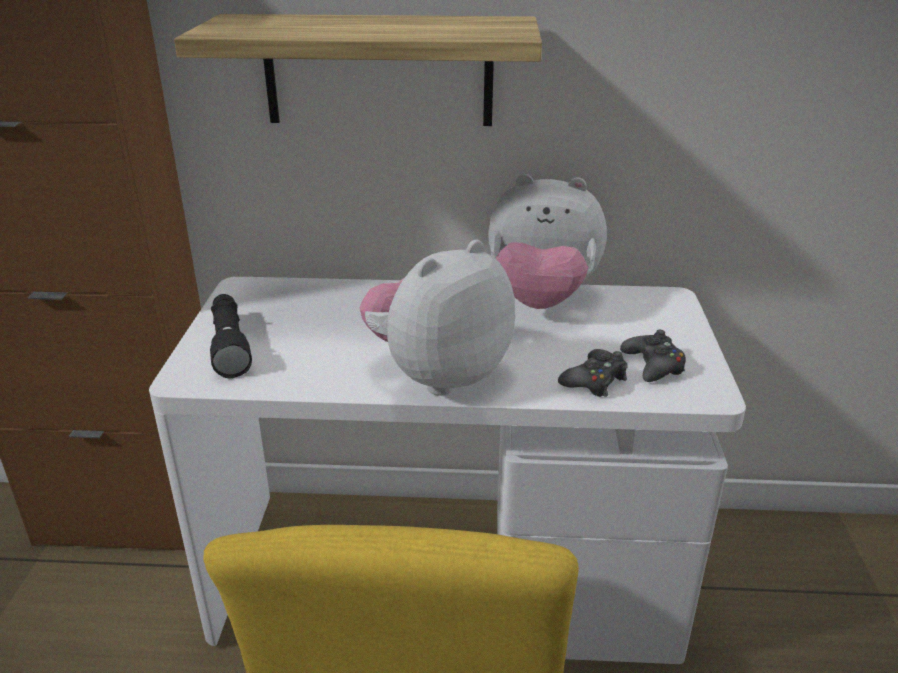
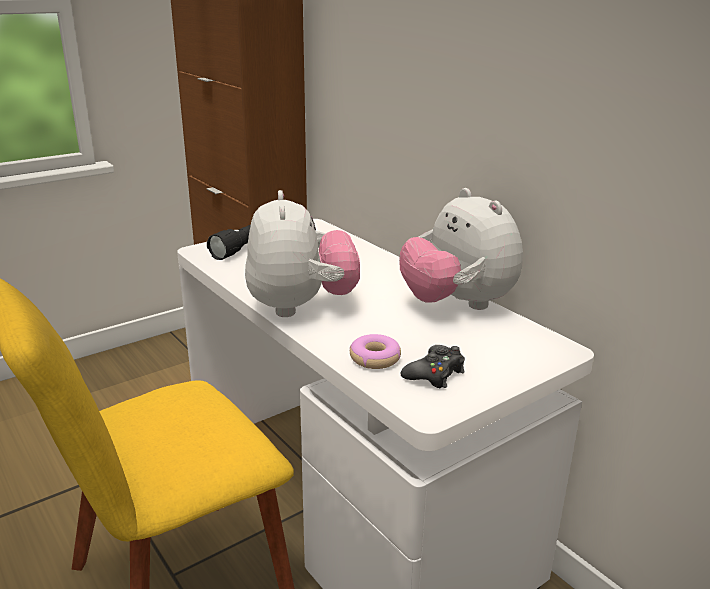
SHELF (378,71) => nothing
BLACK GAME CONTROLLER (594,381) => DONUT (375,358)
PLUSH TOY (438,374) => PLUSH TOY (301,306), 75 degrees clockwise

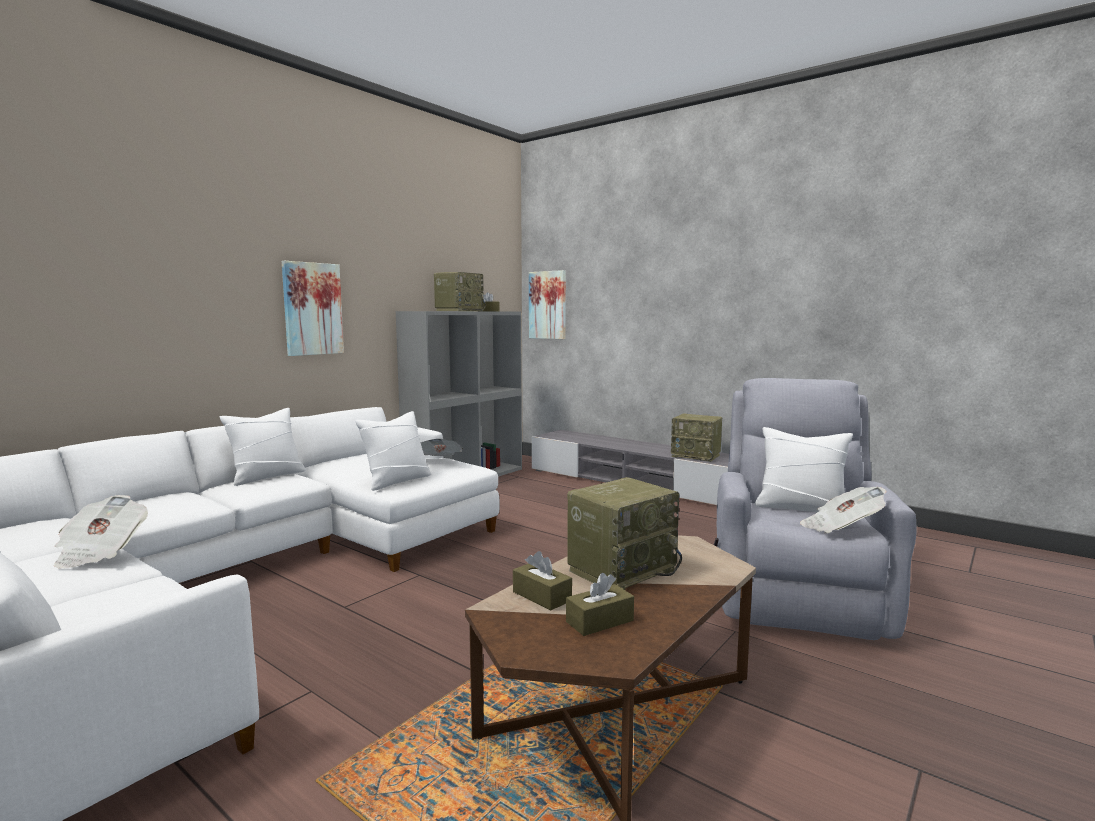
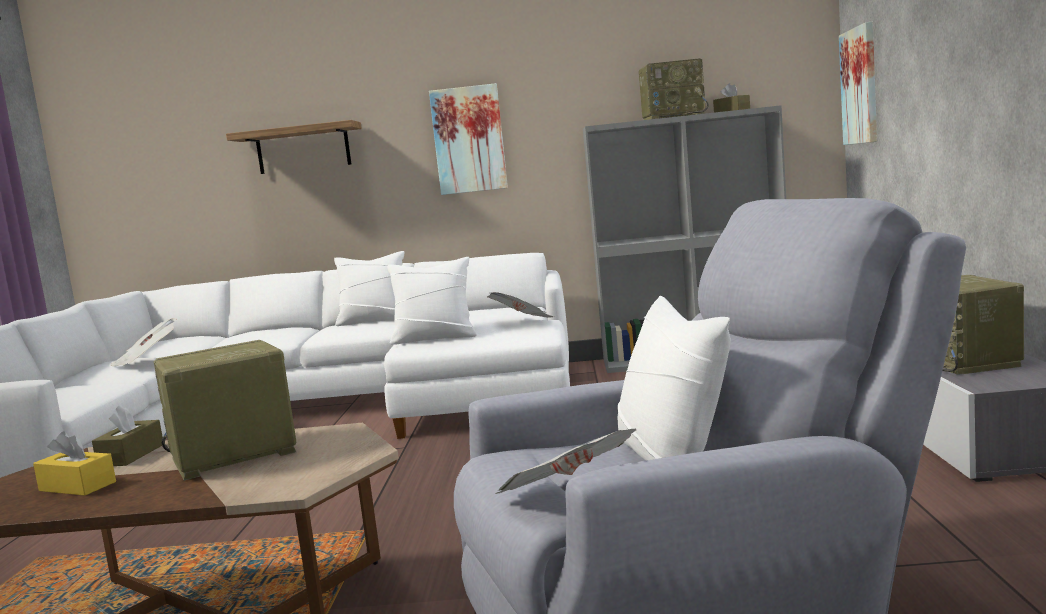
nothing => SHELF (303,149)
BROWN TISSUE BOX (599,621) => YELLOW TISSUE BOX (77,486)
RADIO (622,570) => RADIO (231,456), 135 degrees clockwise

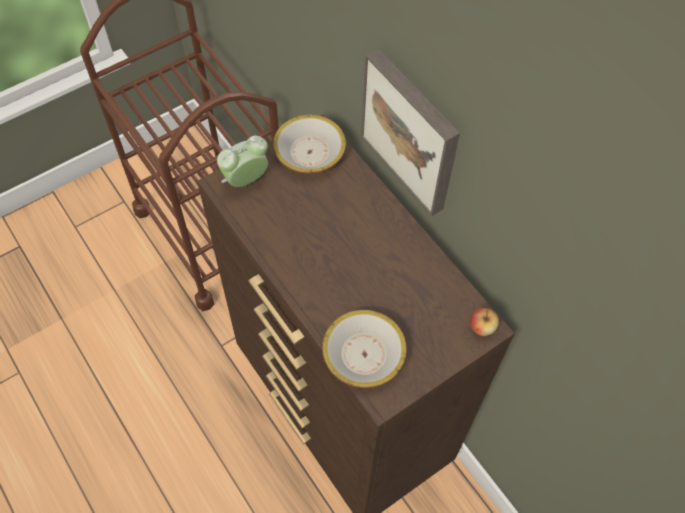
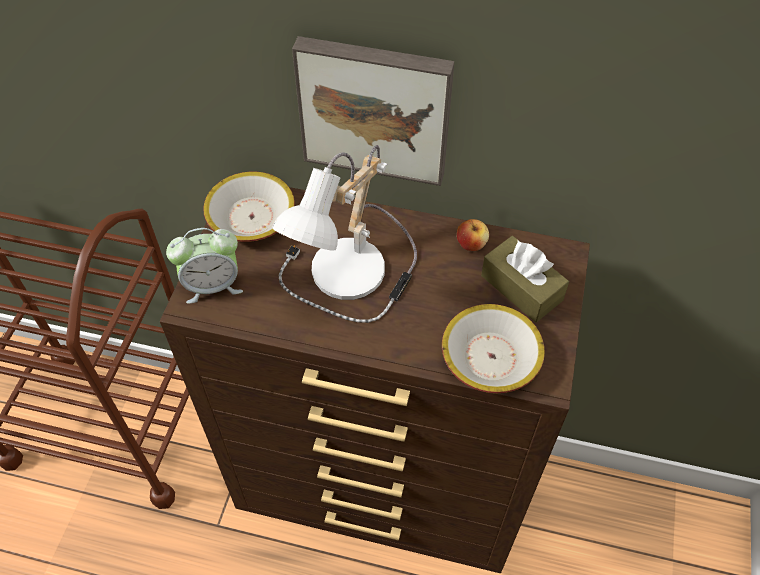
nothing => TABLE LAMP (352,276)
nothing => BROWN TISSUE BOX (521,288)
APPLE (482,327) => APPLE (471,244), relocated
ALARM CLOCK (246,180) => ALARM CLOCK (212,285), 120 degrees counterclockwise

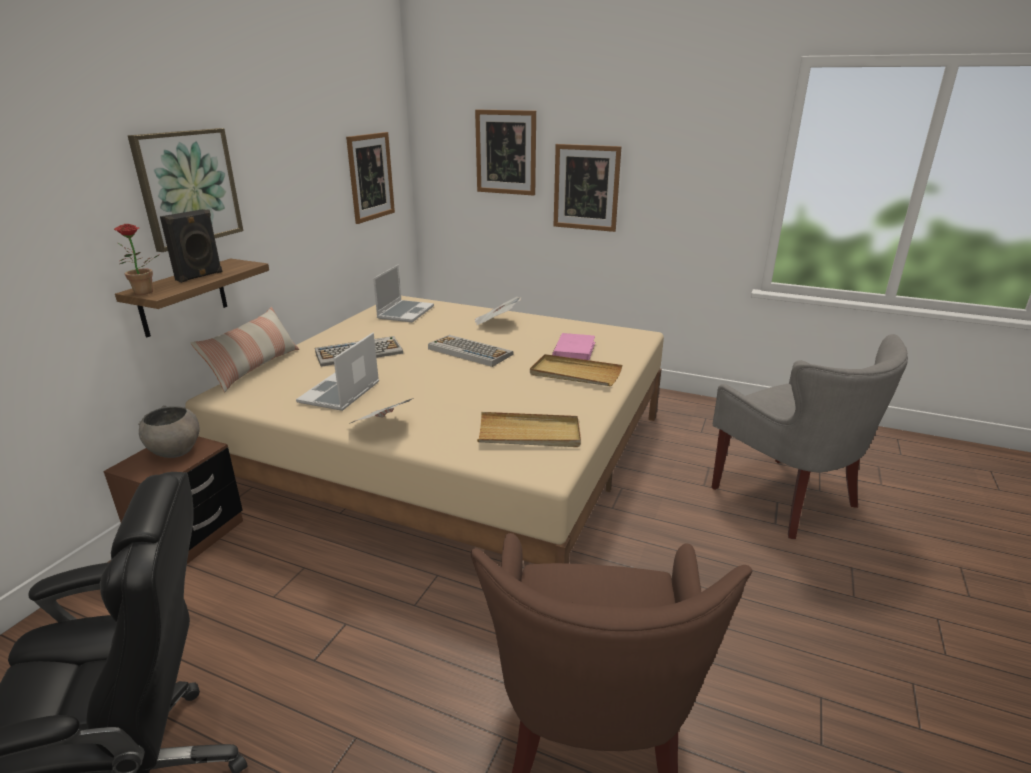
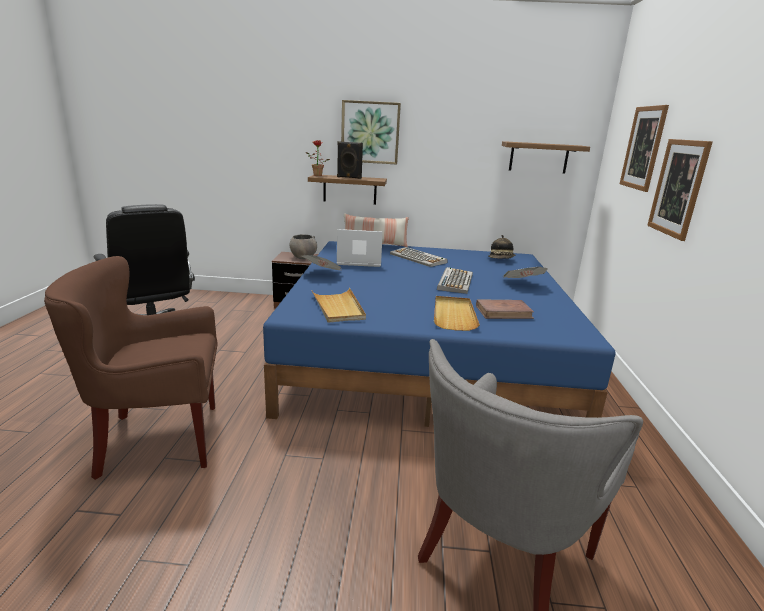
PICTURE (370,177) => SHELF (538,157)
LAPTOP (405,312) => HAT (501,259)
BEIGE BED (457,453) => BLUE BED (426,354)
PINK BOOK (574,350) => BROWN BOOK (504,312)

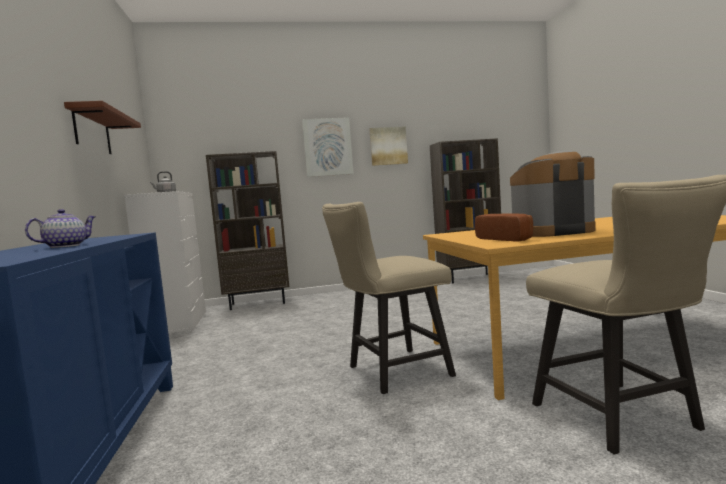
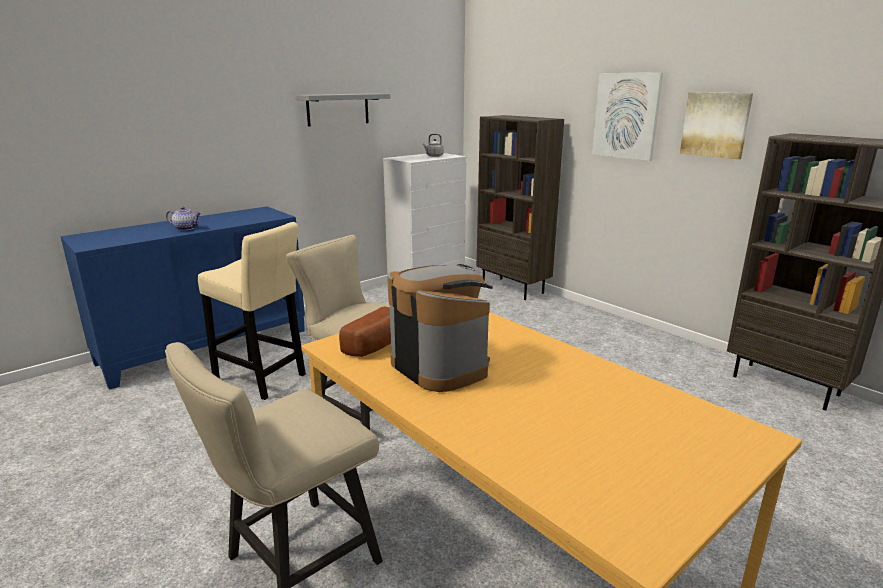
nothing => BEIGE STOOL (262,379)
BROWN SHELF (92,132) => GREY SHELF (338,109)

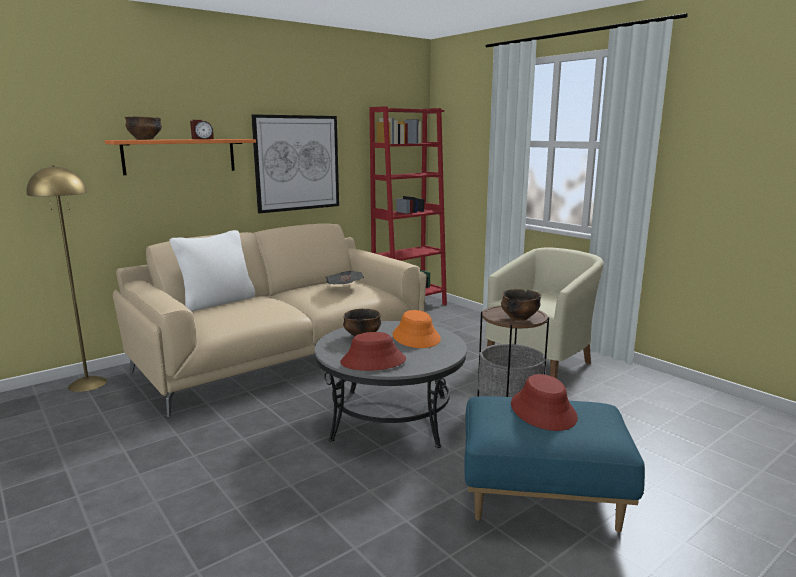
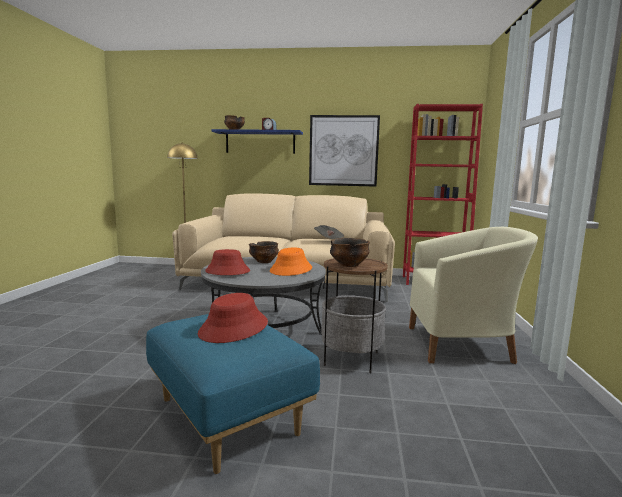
WHITE PILLOW (217,302) => nothing
ORANGE SHELF (180,156) => BLUE SHELF (260,142)

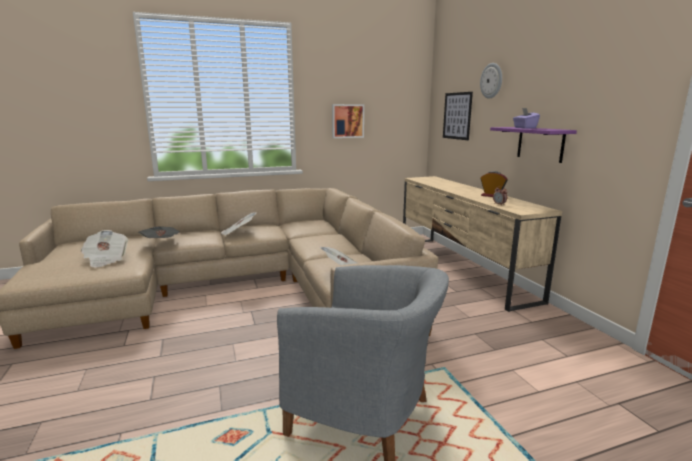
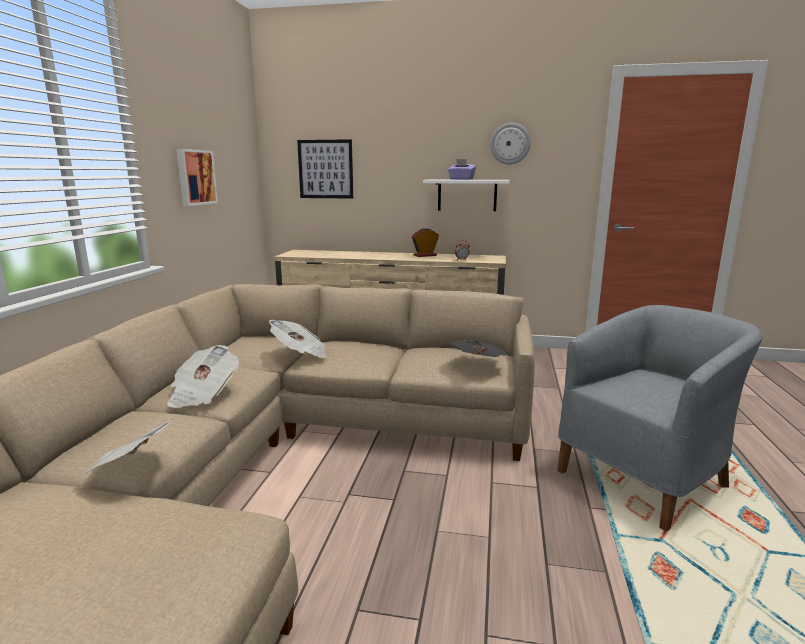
NEWSPAPER (106,259) => NEWSPAPER (300,353), relocated
WALL CLOCK (491,80) => WALL CLOCK (510,143), relocated
PURPLE SHELF (540,144) => WHITE SHELF (467,195)

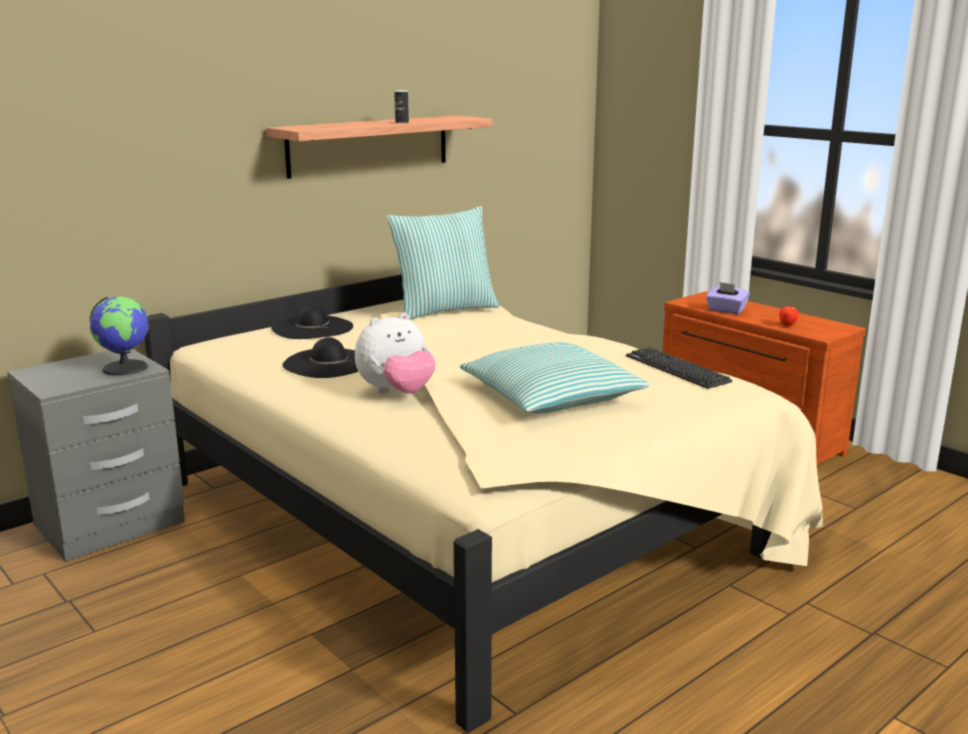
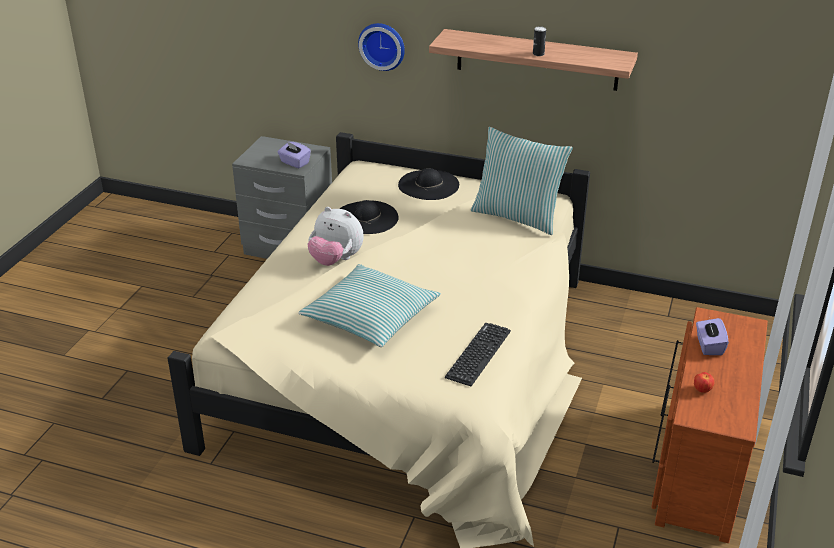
nothing => WALL CLOCK (383,45)
GLOBE (125,368) => PURPLE TISSUE BOX (294,163)

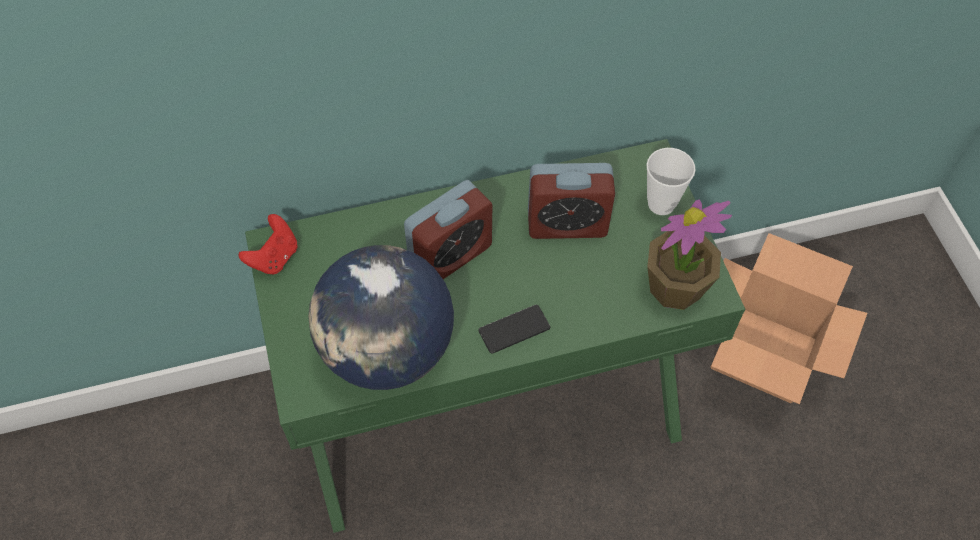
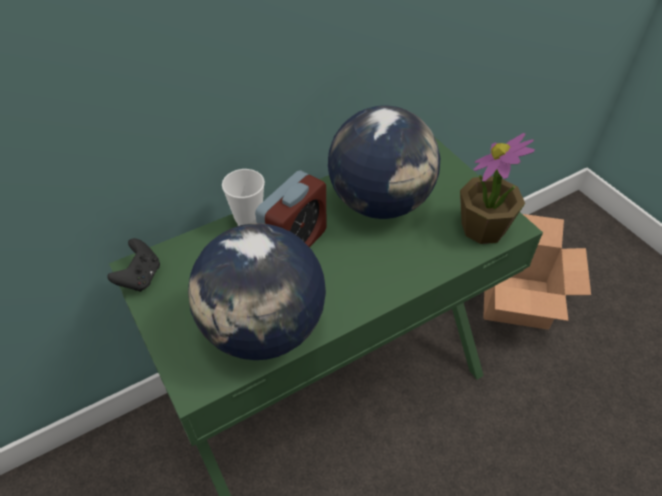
PHONE (514,329) => nothing
CUP (661,204) => CUP (249,222), relocated
ALARM CLOCK (567,224) => GLOBE (380,202)
RED GAME CONTROLLER (274,257) => BLACK GAME CONTROLLER (140,277)

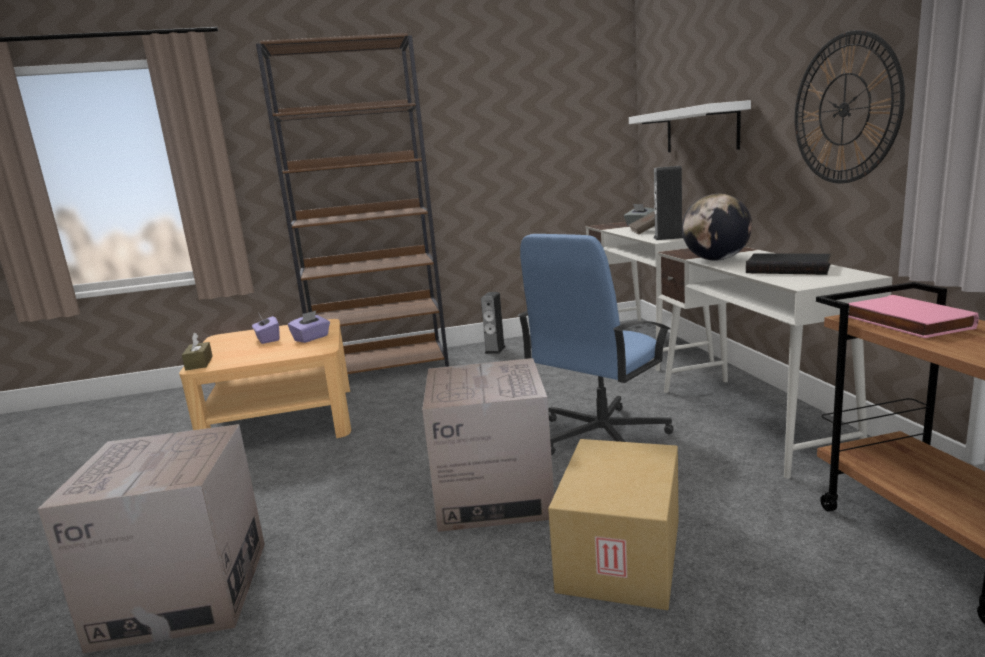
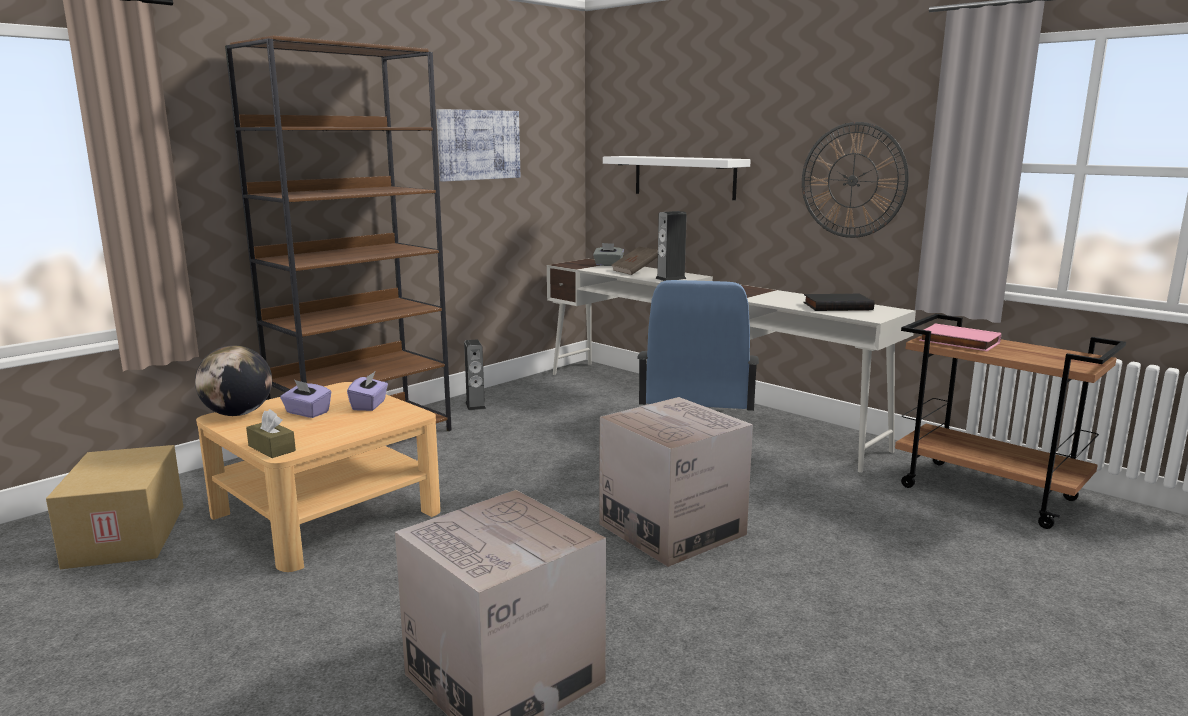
nothing => PICTURE (478,145)
CARDBOARD BOX (623,555) => CARDBOARD BOX (128,536), relocated
GLOBE (715,259) => GLOBE (238,414), relocated

